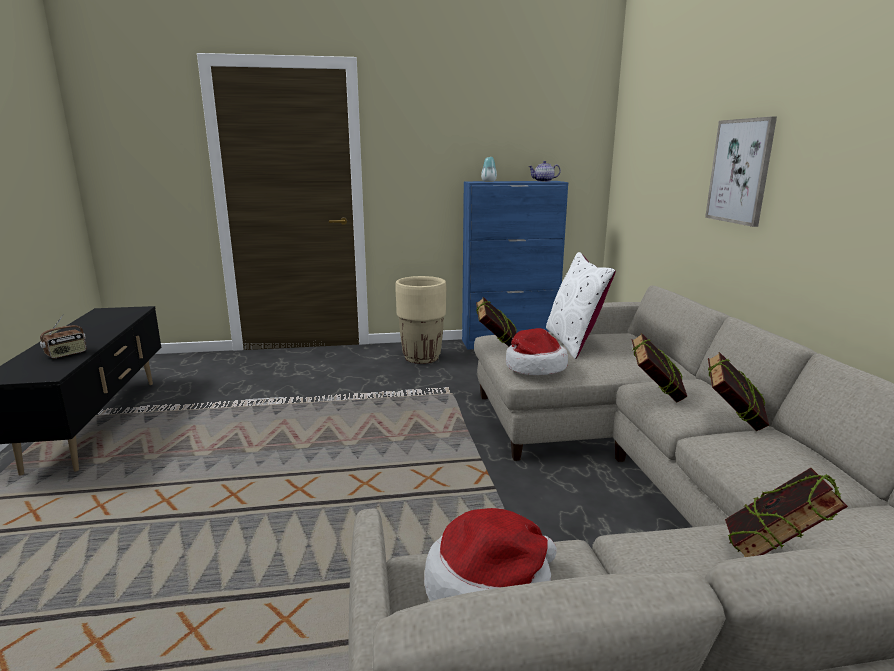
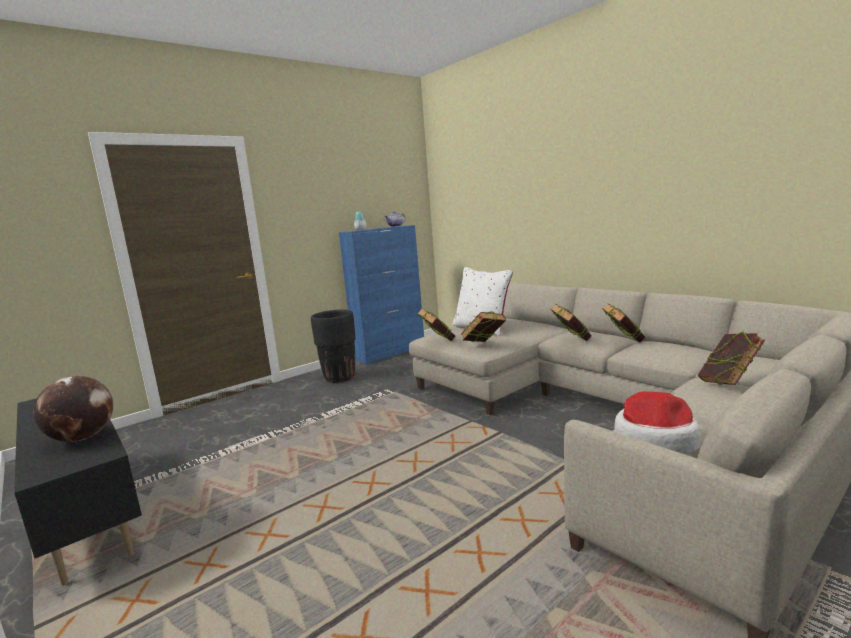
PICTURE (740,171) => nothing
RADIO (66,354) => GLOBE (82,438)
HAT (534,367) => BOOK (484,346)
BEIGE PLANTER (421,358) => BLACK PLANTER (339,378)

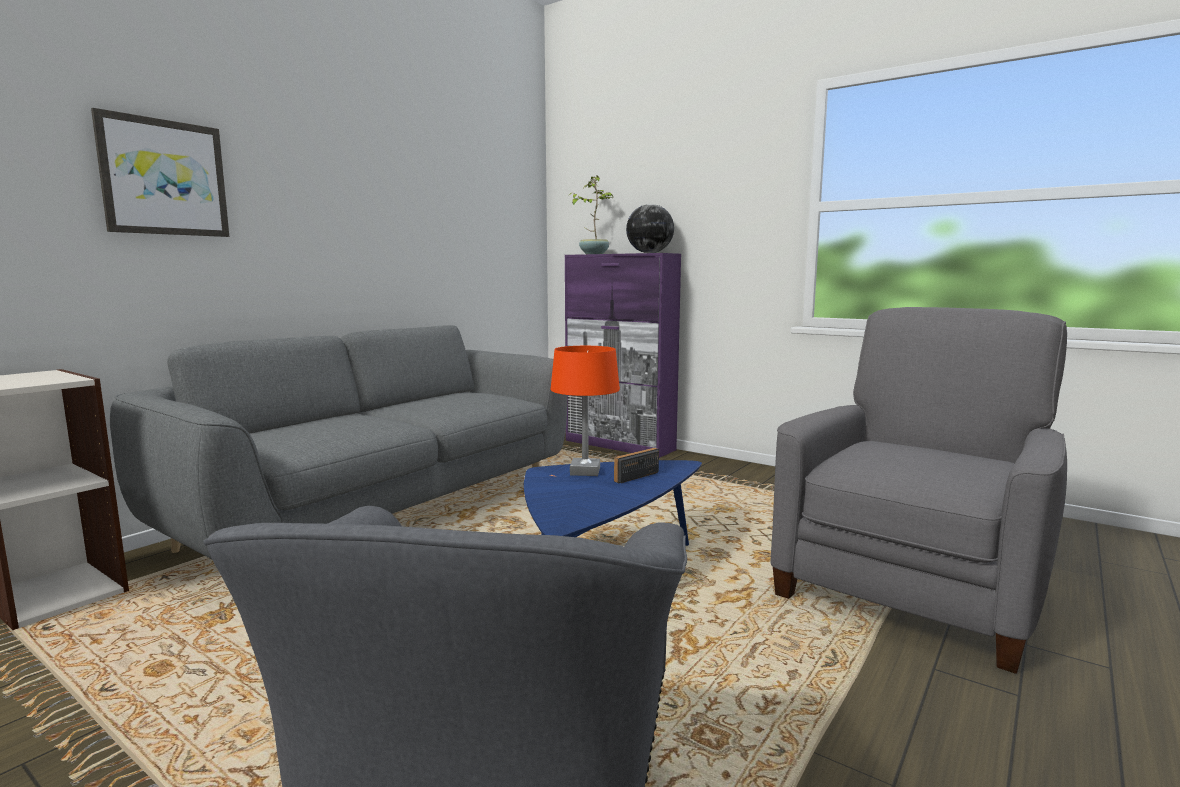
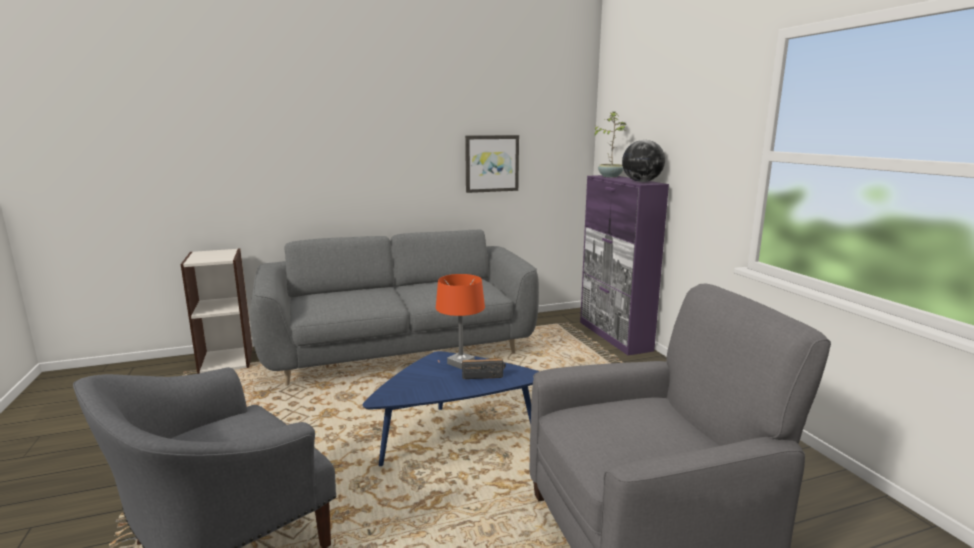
PICTURE (164,178) => PICTURE (491,163), relocated

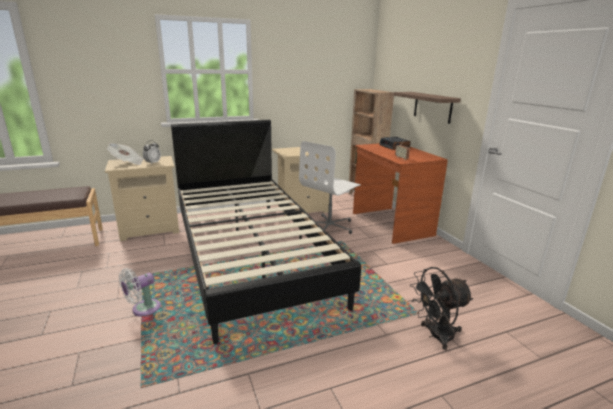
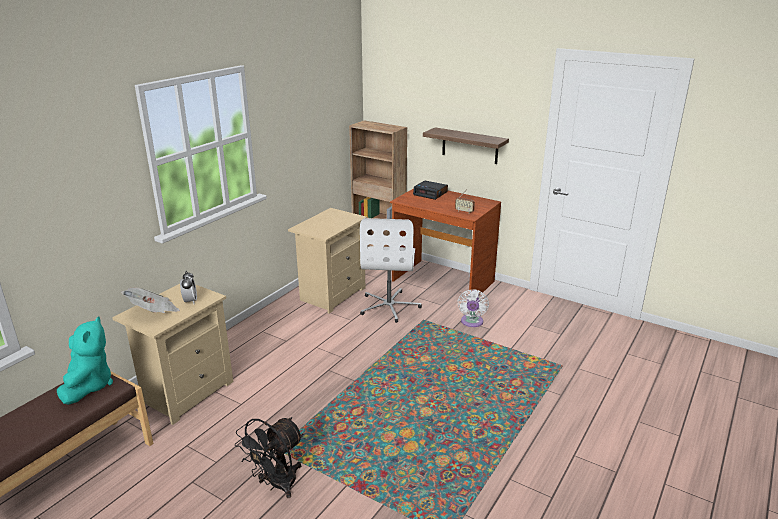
BLACK BED (250,254) => nothing
nothing => TURQUOISE PLUSH TOY (89,386)
WHITE FAN (143,309) => WHITE FAN (471,322), relocated
BLACK FAN (435,336) => BLACK FAN (276,485), relocated

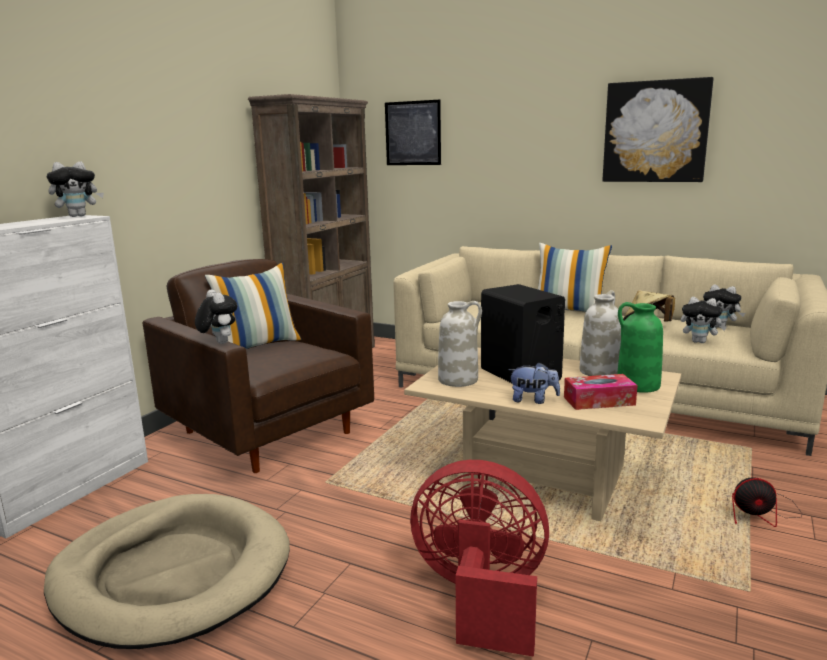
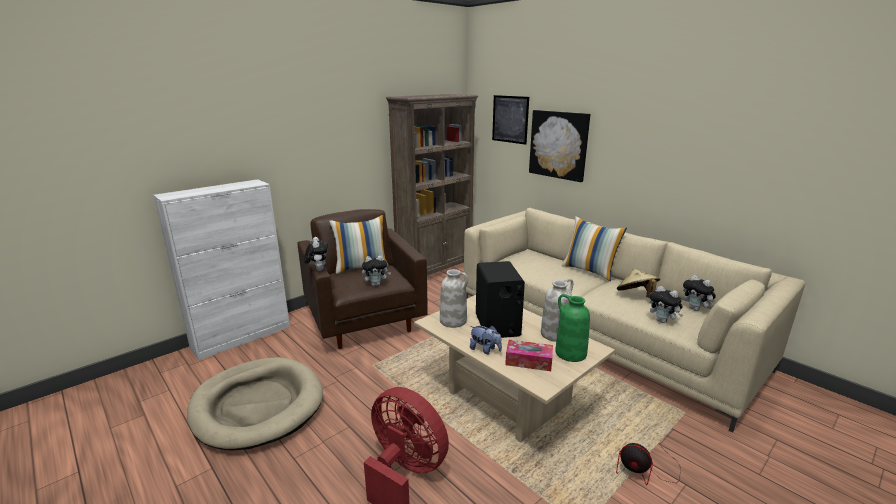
PLUSH TOY (79,216) => PLUSH TOY (376,284), relocated
PICTURE (655,132) => PICTURE (558,145), relocated

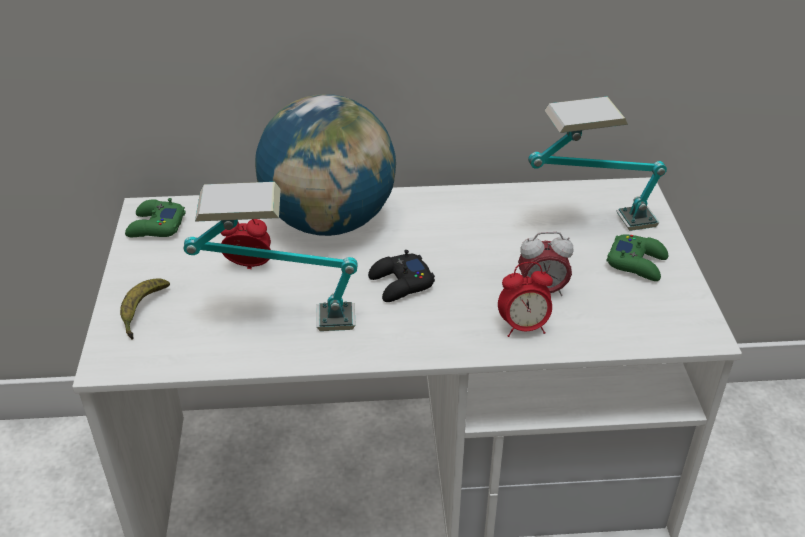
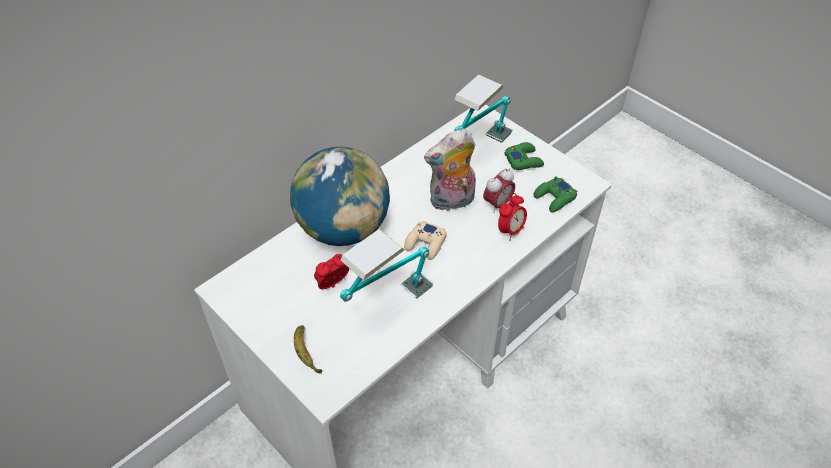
nothing => PLUSH TOY (452,202)
GREEN GAME CONTROLLER (155,226) => GREEN GAME CONTROLLER (554,198), relocated
BLACK GAME CONTROLLER (400,284) => BEIGE GAME CONTROLLER (426,244)

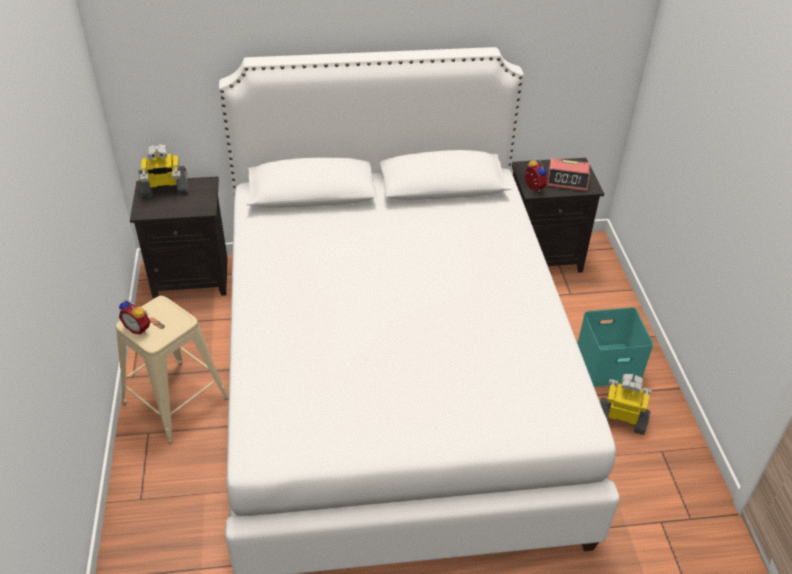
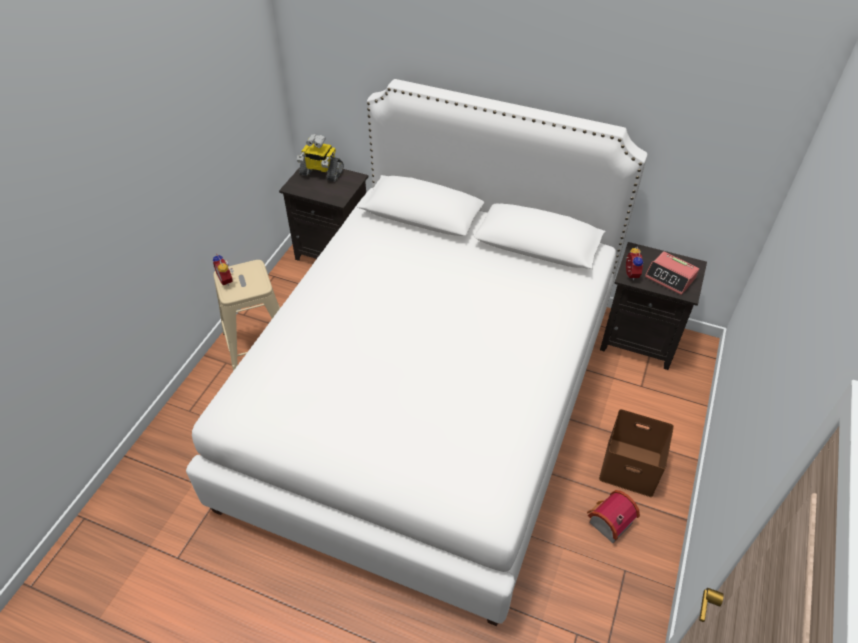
TOY ROBOT (621,418) => TOY HOUSE (607,522)
TURQUOISE STORAGE BOX (608,364) => BROWN STORAGE BOX (631,466)

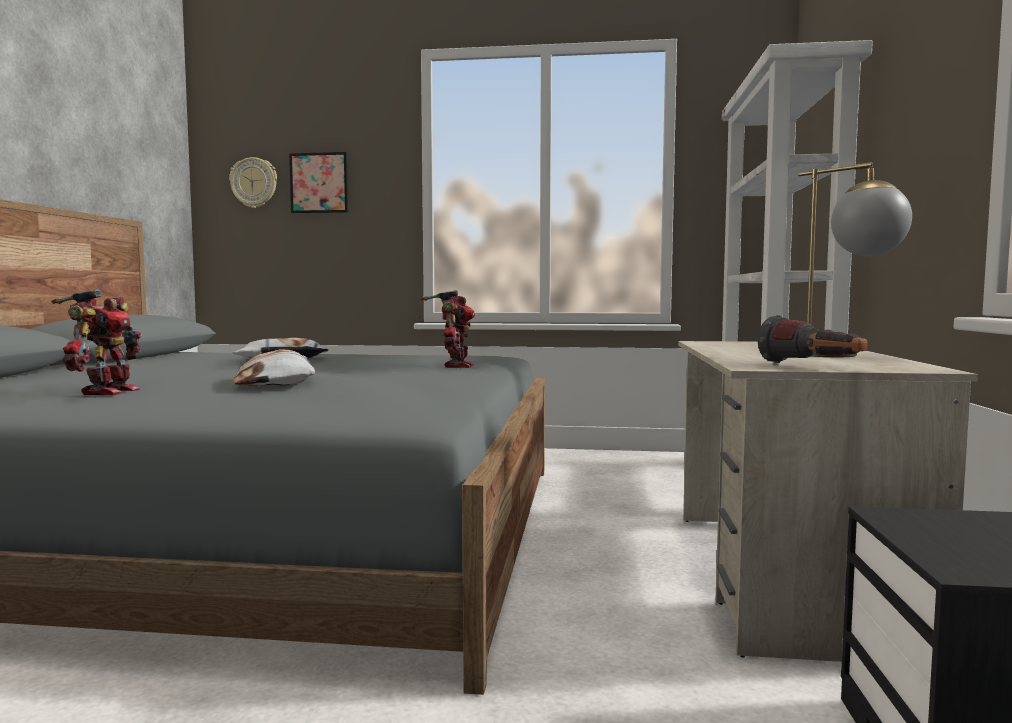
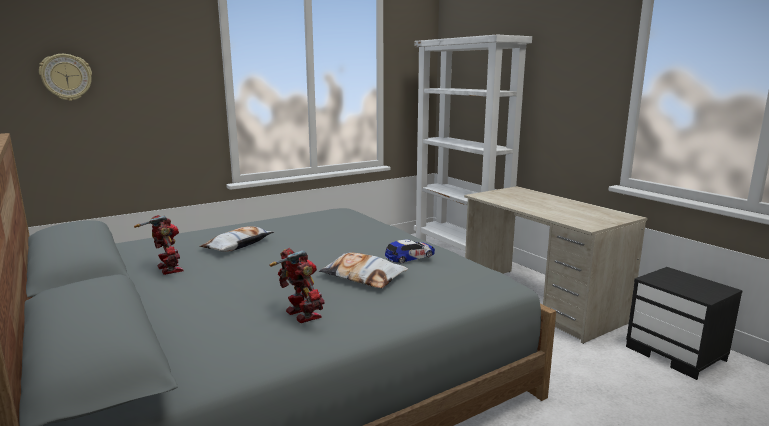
PICTURE (319,183) => nothing
FLASHLIGHT (812,366) => nothing
TABLE LAMP (847,356) => nothing
nothing => TOY CAR (410,256)
TOY ROBOT (455,366) => TOY ROBOT (167,269), relocated

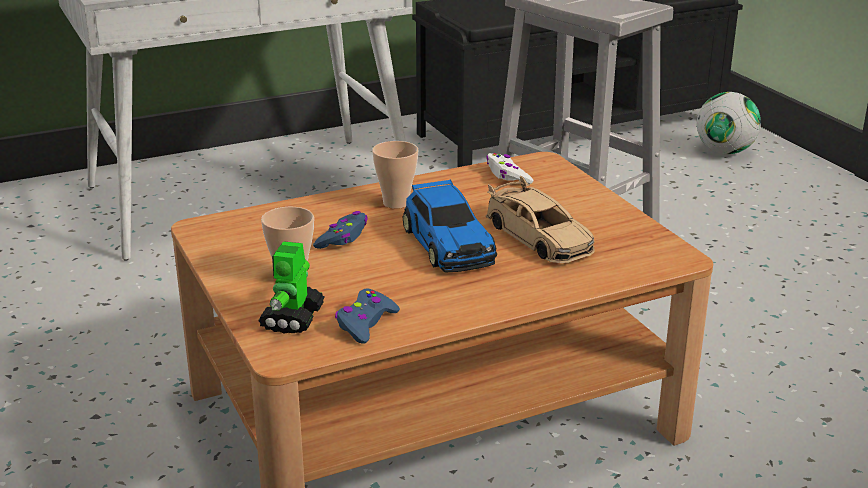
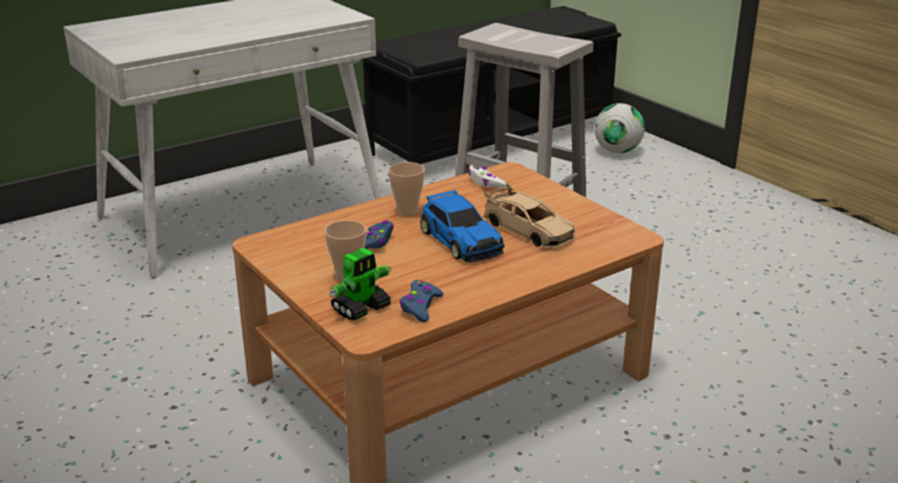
TOY ROBOT (292,319) => TOY ROBOT (361,308), 135 degrees counterclockwise

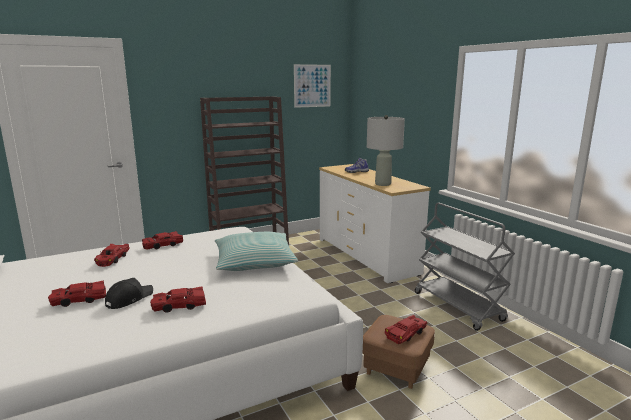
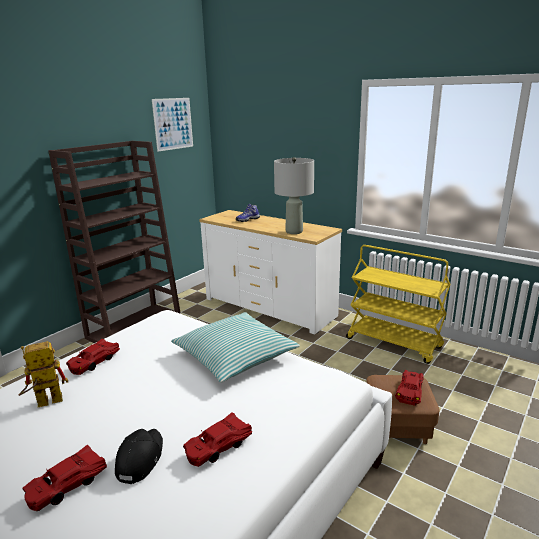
RED TOY CAR (112,259) => TOY ROBOT (44,403)
GREY CART (458,307) => YELLOW CART (394,343)

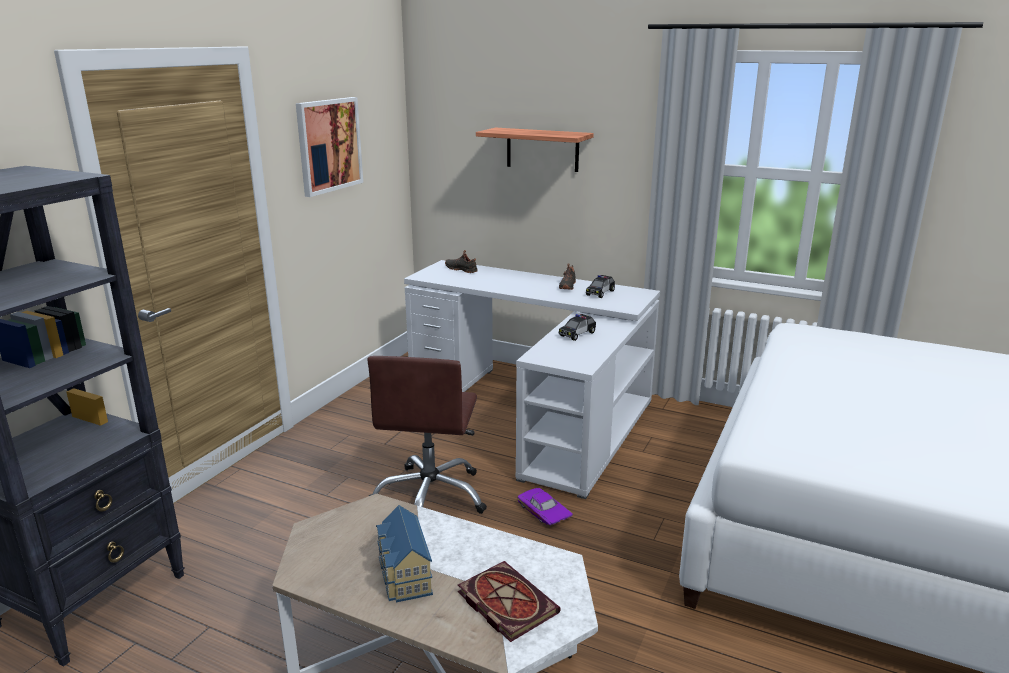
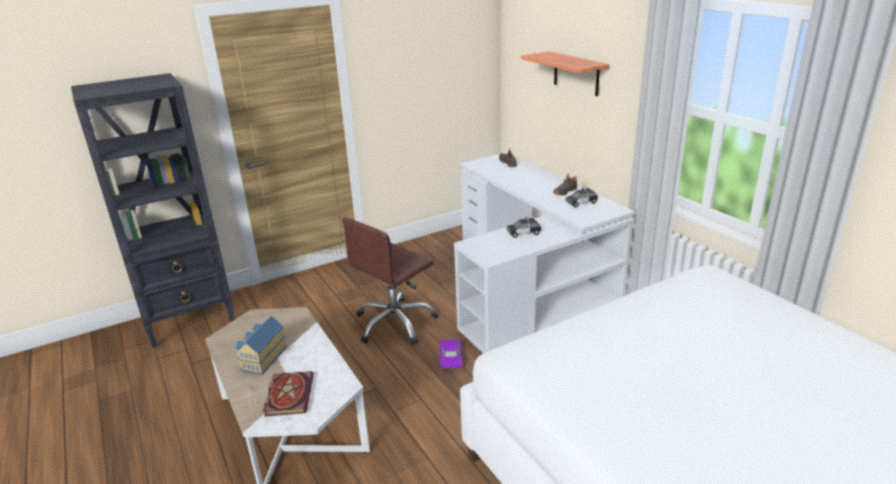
PICTURE (329,145) => nothing

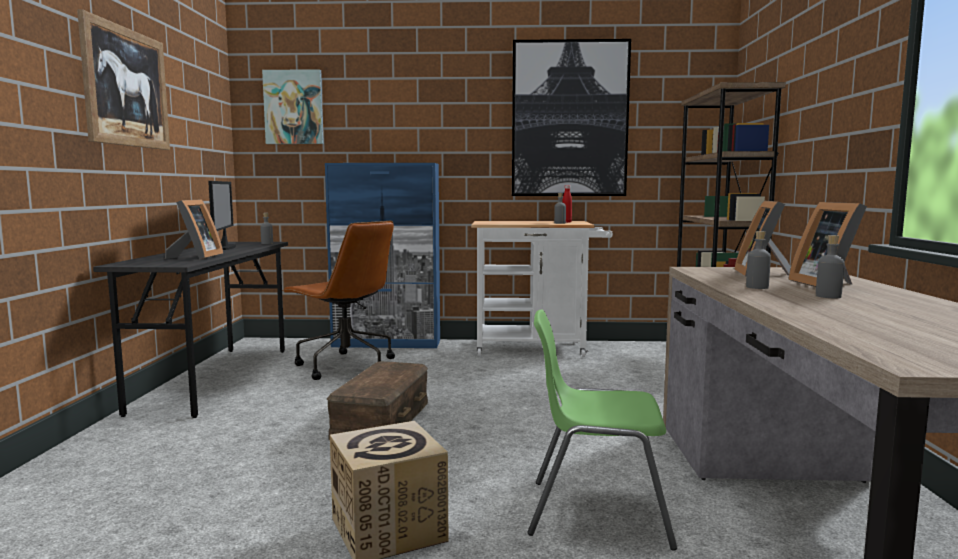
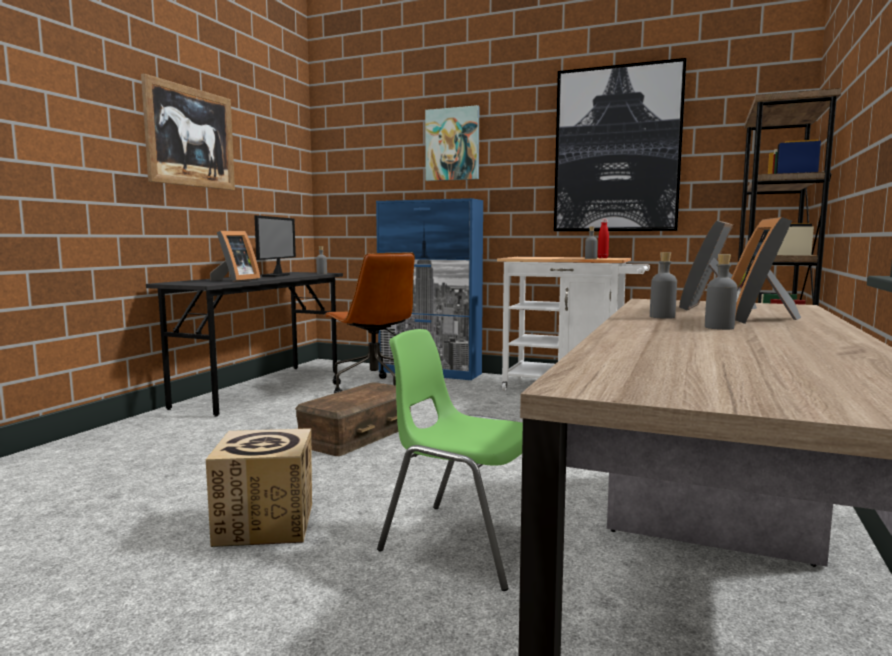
PICTURE (294,107) => PICTURE (452,144), relocated

